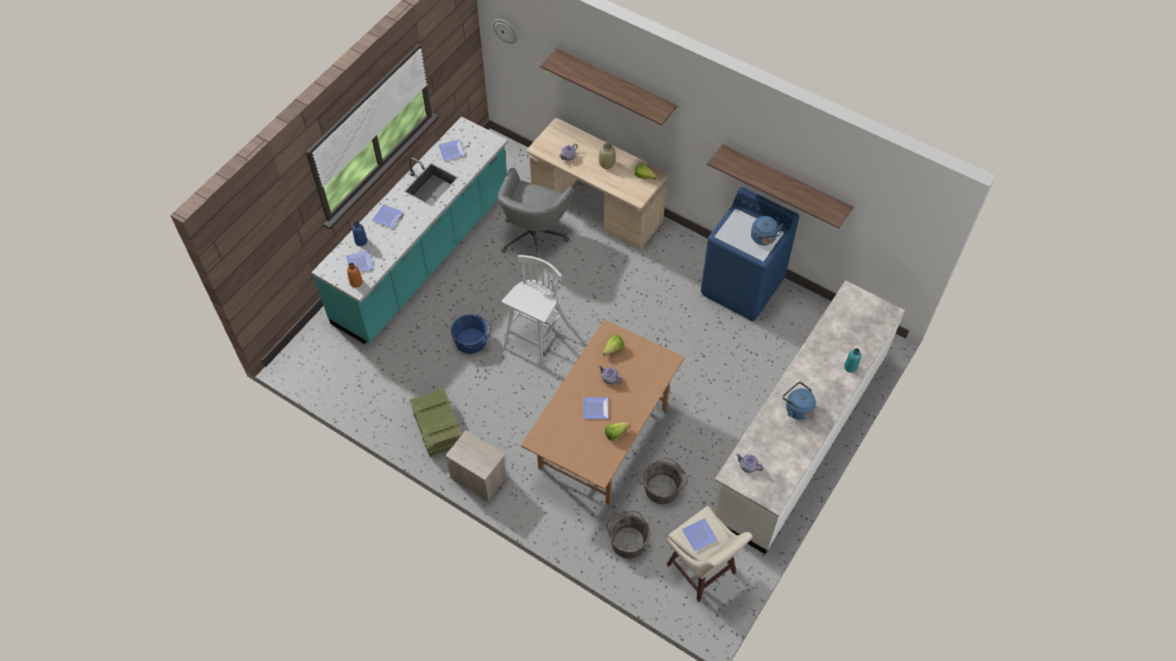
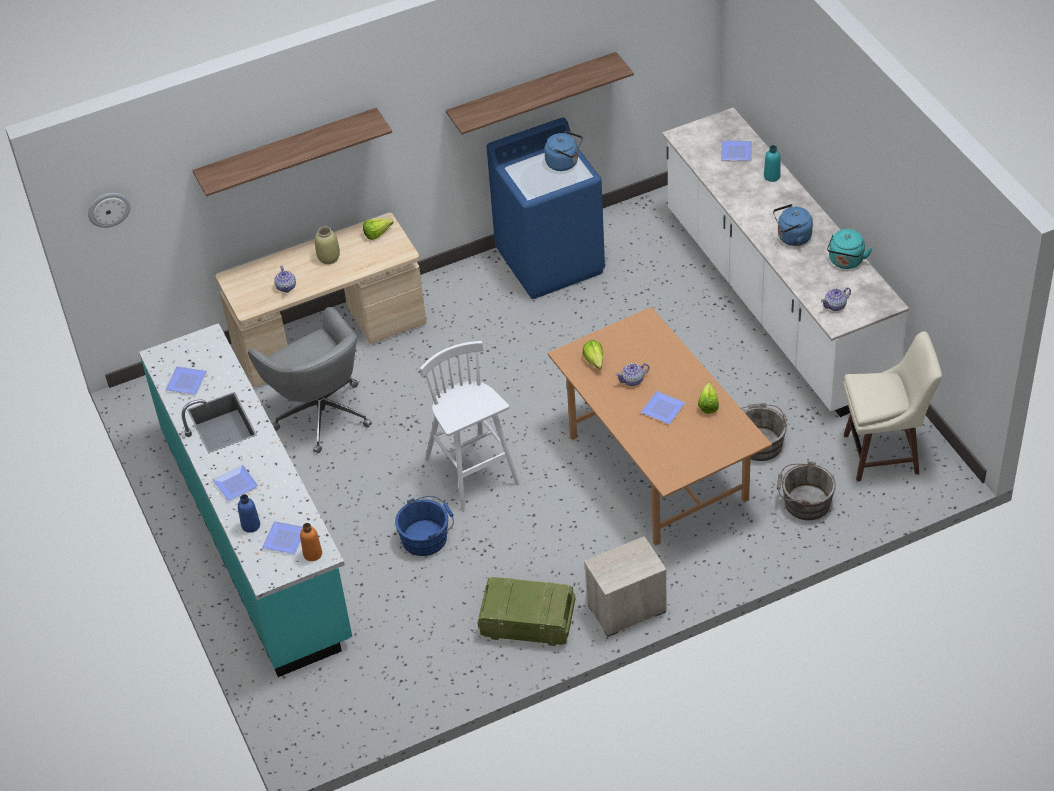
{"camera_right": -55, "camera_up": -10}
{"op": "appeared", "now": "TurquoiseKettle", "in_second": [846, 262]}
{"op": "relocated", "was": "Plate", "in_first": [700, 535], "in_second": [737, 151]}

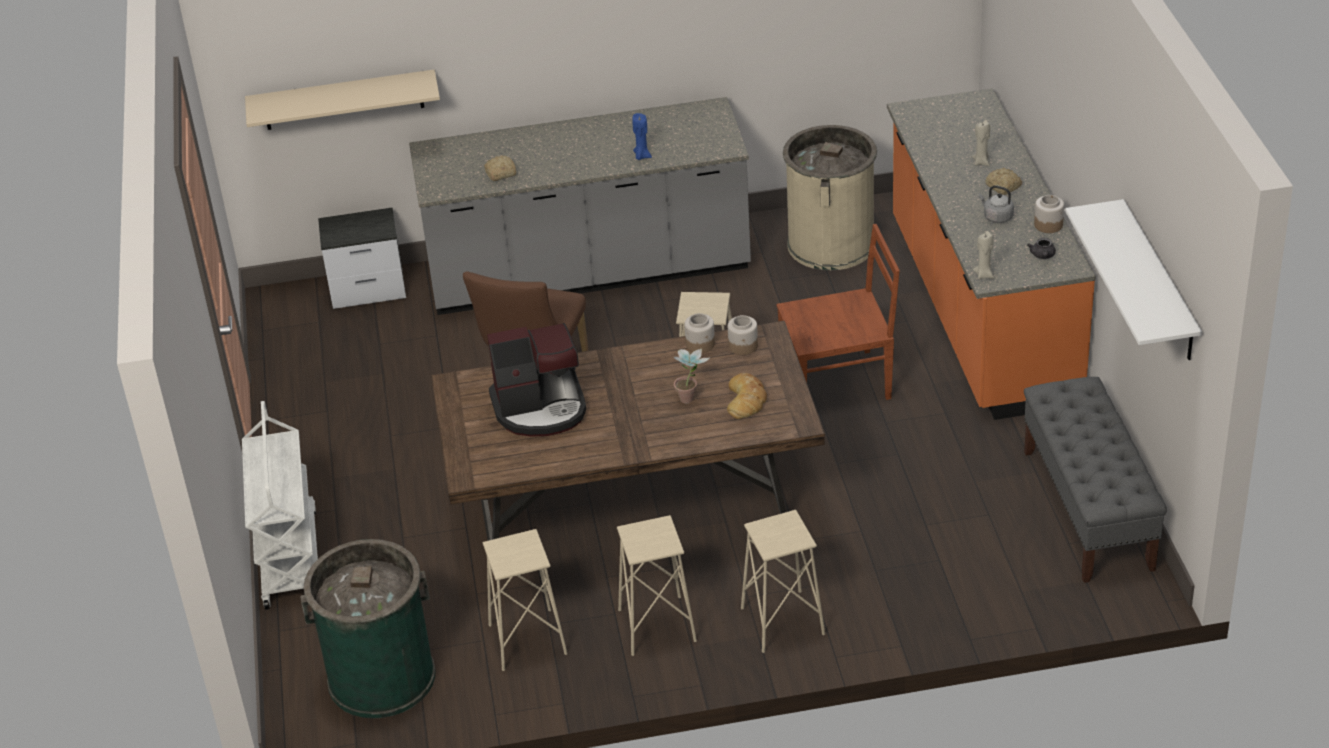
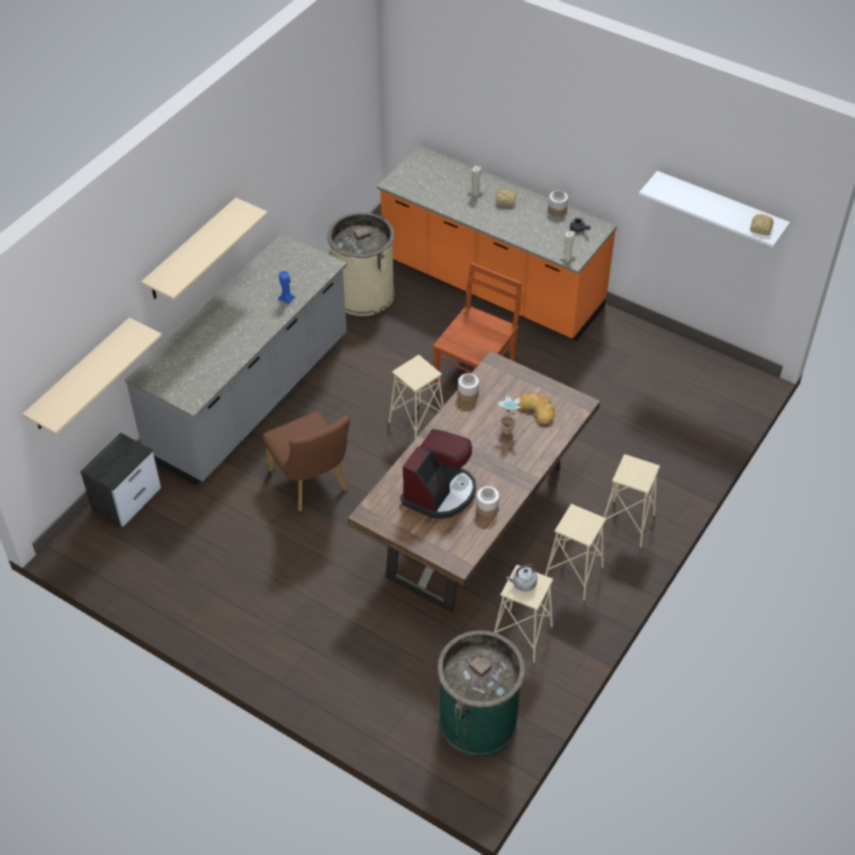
{"camera_right": -50, "camera_up": 10}
{"op": "missing", "was": "WhiteCart", "in_first": [289, 558]}
{"op": "missing", "was": "GreyBench", "in_first": [1088, 510]}
{"op": "appeared", "now": "BeigeShelf", "in_second": [191, 250]}
{"op": "relocated", "was": "Bread", "in_first": [499, 174], "in_second": [760, 229]}
{"op": "relocated", "was": "Jar", "in_first": [743, 346], "in_second": [487, 507]}
{"op": "relocated", "was": "GreyKettle", "in_first": [996, 217], "in_second": [523, 584]}

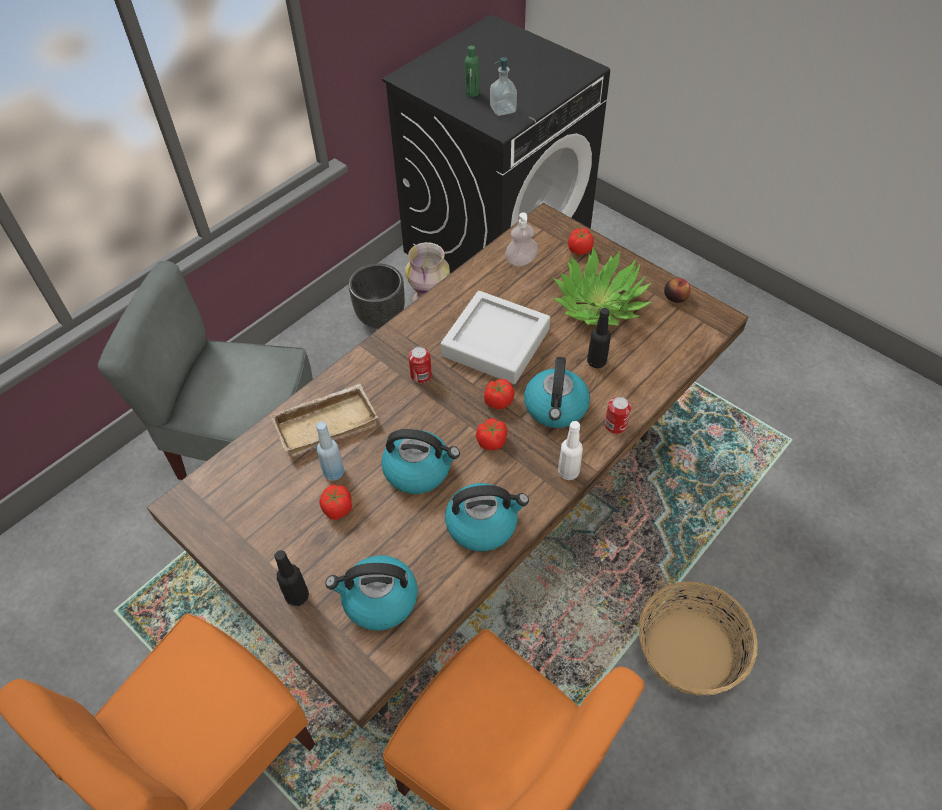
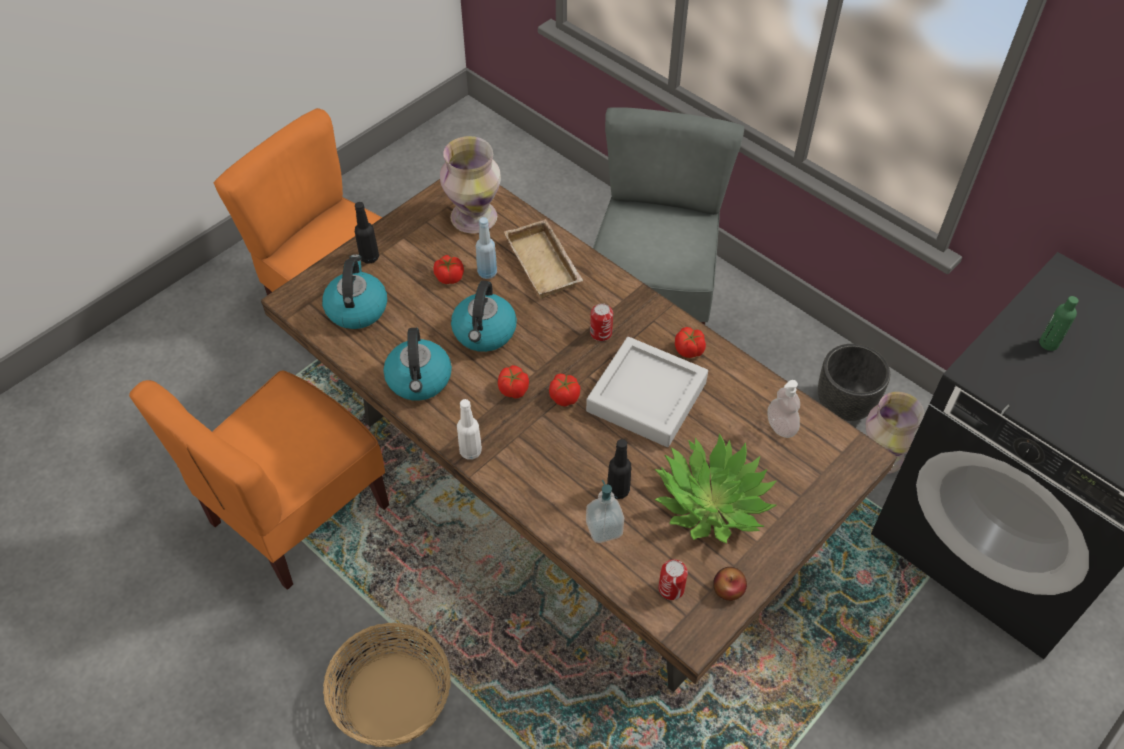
{"camera_right": 90, "camera_up": 0}
{"op": "missing", "was": "Kettle", "in_first": [556, 408]}
{"op": "appeared", "now": "Vase", "in_second": [475, 218]}
{"op": "relocated", "was": "SoapDispenser", "in_first": [503, 109], "in_second": [604, 528]}
{"op": "relocated", "was": "Tomato", "in_first": [580, 249], "in_second": [689, 350]}
{"op": "relocated", "was": "Can", "in_first": [615, 425], "in_second": [671, 588]}

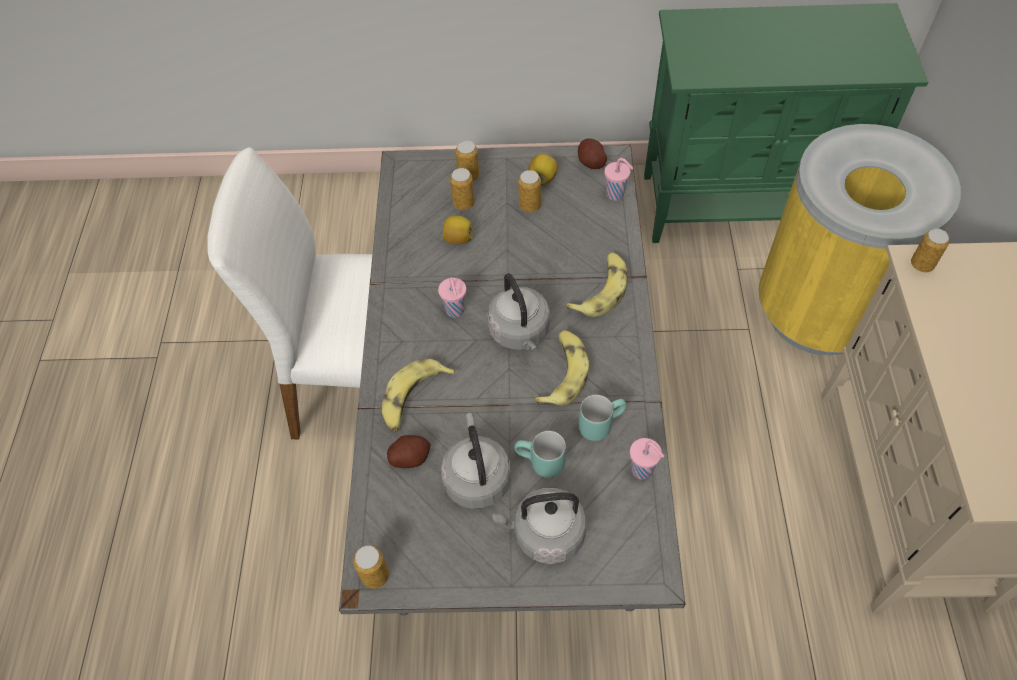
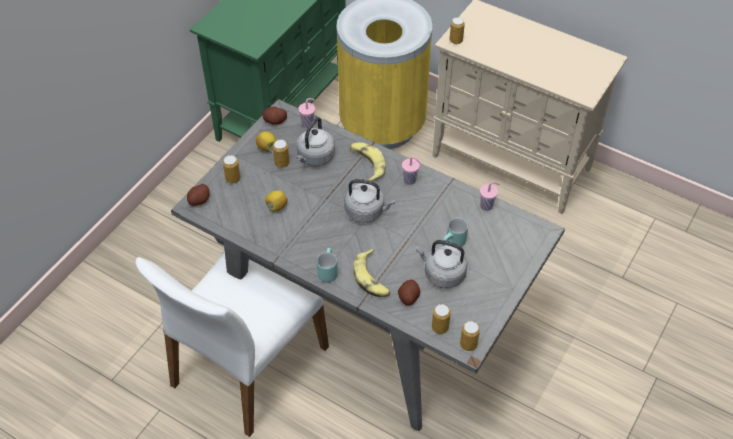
{"camera_right": -60, "camera_up": -5}
{"op": "missing", "was": "Banana", "in_first": [563, 372]}
{"op": "appeared", "now": "Potato", "in_second": [199, 200]}
{"op": "relocated", "was": "PinkCup", "in_first": [455, 311], "in_second": [410, 180]}
{"op": "relocated", "was": "Can", "in_first": [463, 203], "in_second": [440, 327]}
{"op": "relocated", "was": "GreyKettle", "in_first": [545, 534], "in_second": [315, 157]}
{"op": "relocated", "was": "TurquoiseMug", "in_first": [600, 423], "in_second": [326, 271]}

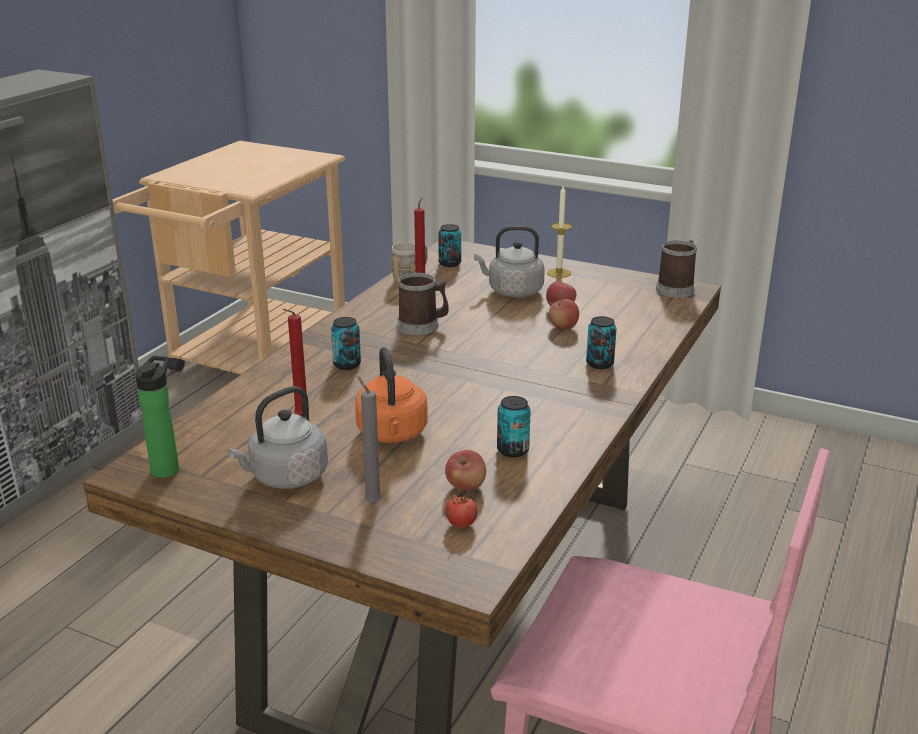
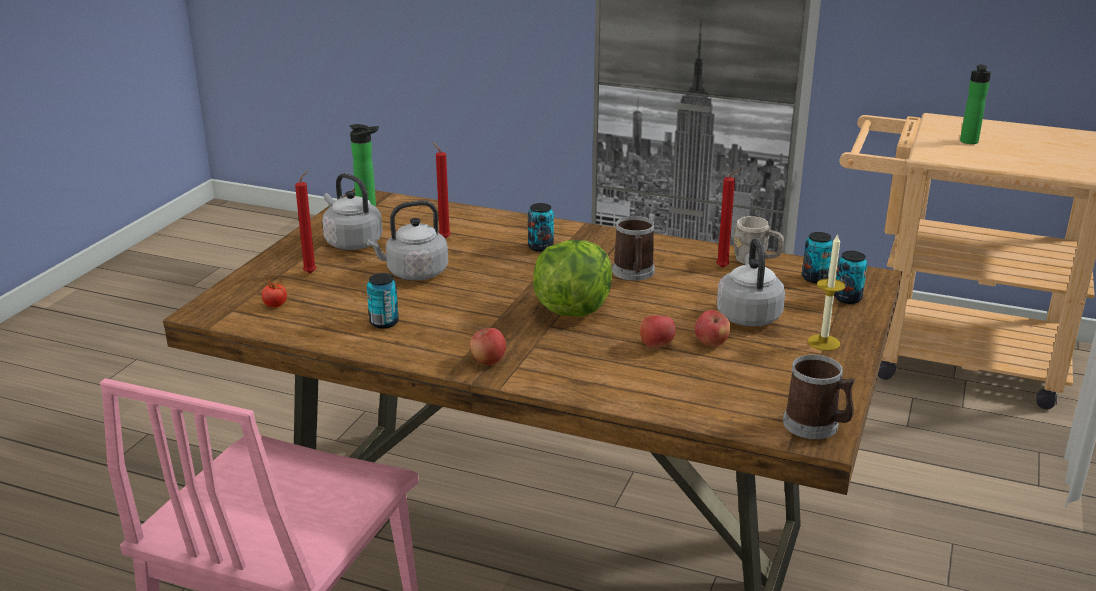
{"camera_right": 85, "camera_up": 0}
{"op": "appeared", "now": "Lettuce", "in_second": [572, 309]}
{"op": "appeared", "now": "Bottle", "in_second": [969, 142]}
{"op": "relocated", "was": "Apple", "in_first": [466, 487], "in_second": [488, 361]}
{"op": "relocated", "was": "Can", "in_first": [599, 364], "in_second": [847, 298]}
{"op": "colour", "was": "OrangeKettle", "now": "GreyKettle", "in_first": [392, 434], "in_second": [414, 273]}
{"op": "colour", "was": "GreyCandle", "now": "RedCandle", "in_first": [371, 502], "in_second": [312, 272]}

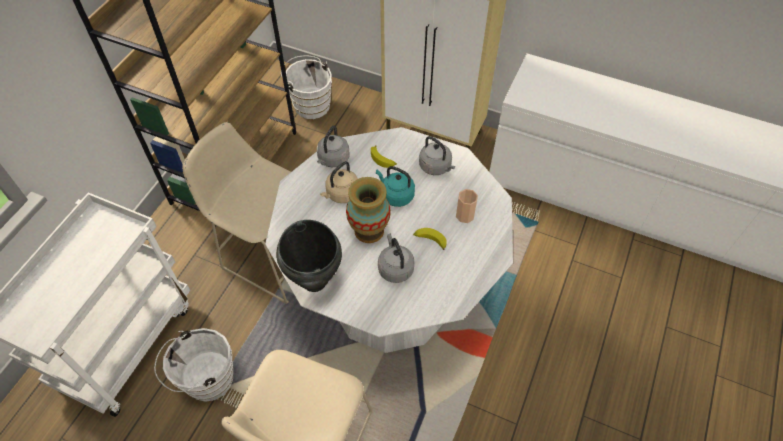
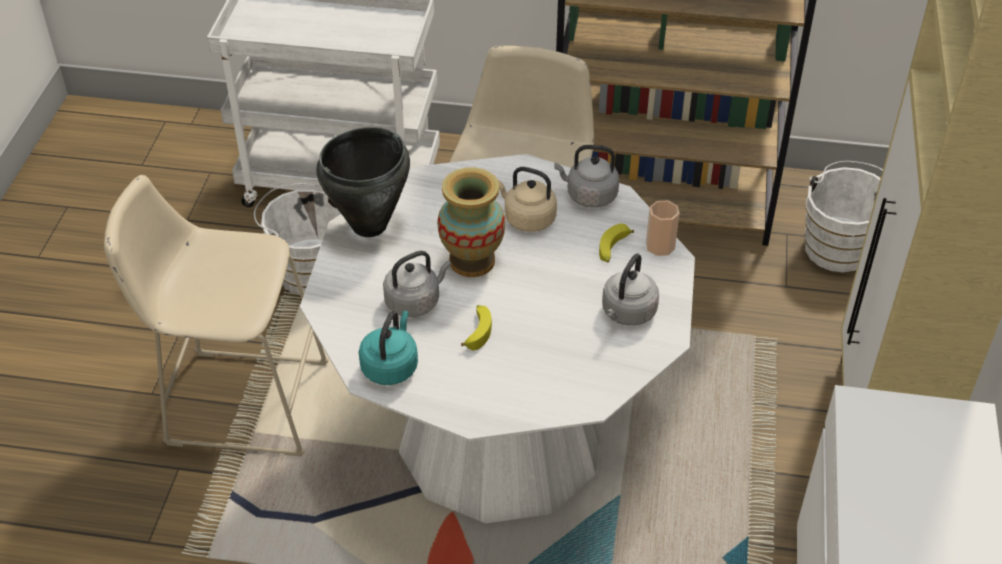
{"camera_right": 75, "camera_up": -10}
{"op": "relocated", "was": "TurquoiseKettle", "in_first": [395, 195], "in_second": [391, 366]}
{"op": "relocated", "was": "Cup", "in_first": [465, 215], "in_second": [660, 246]}

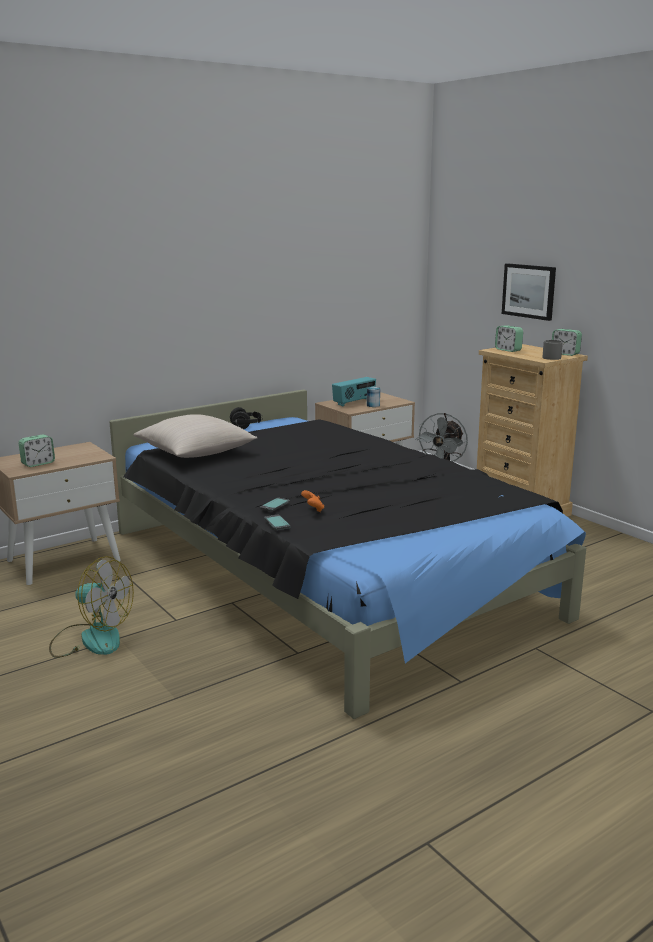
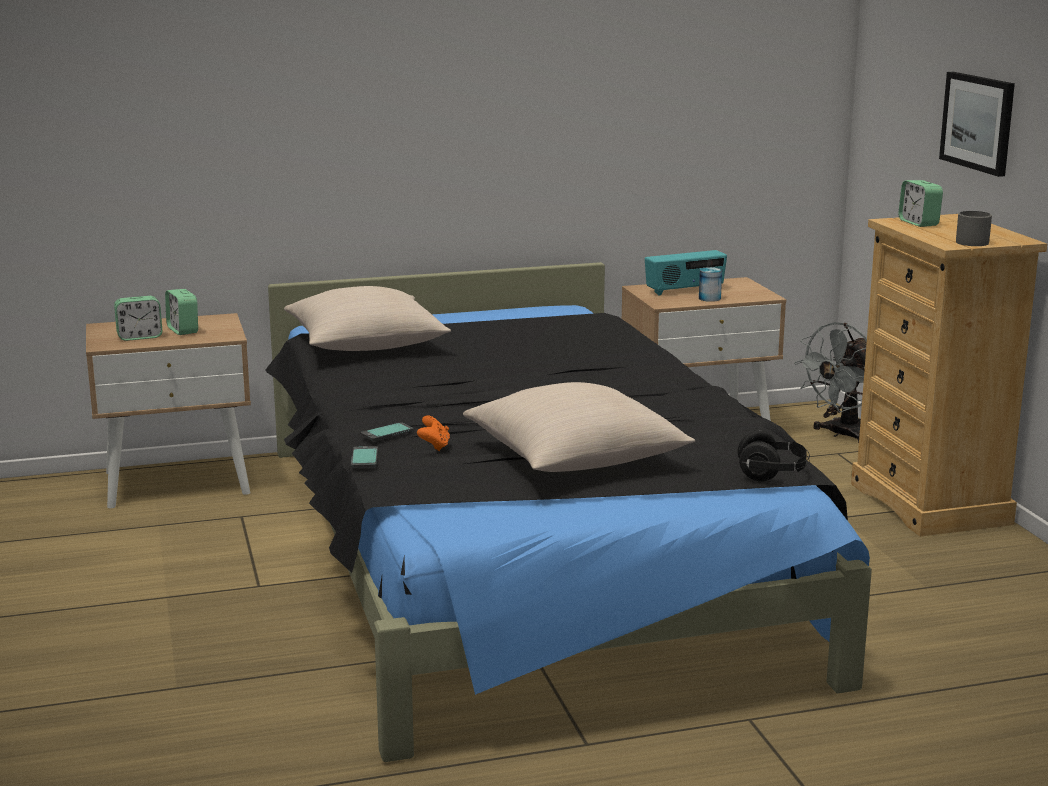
{"camera_right": 20, "camera_up": 0}
{"op": "missing", "was": "Fan", "in_first": [91, 639]}
{"op": "appeared", "now": "BeigePillow", "in_second": [575, 458]}
{"op": "relocated", "was": "BlackHeadphones", "in_first": [246, 426], "in_second": [772, 474]}
{"op": "relocated", "was": "AlarmClock", "in_first": [565, 354], "in_second": [183, 330]}

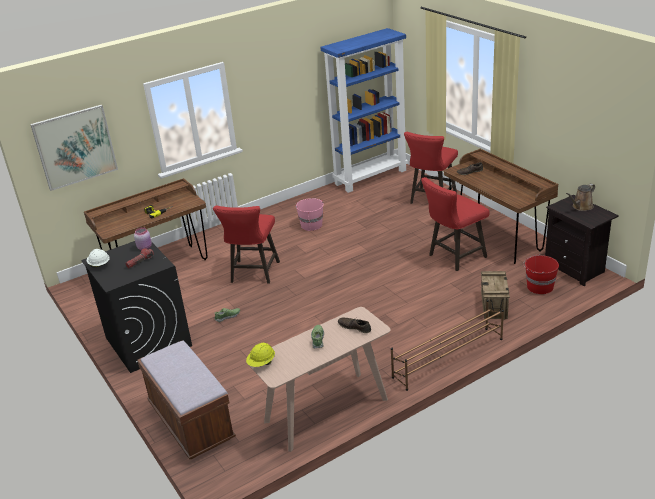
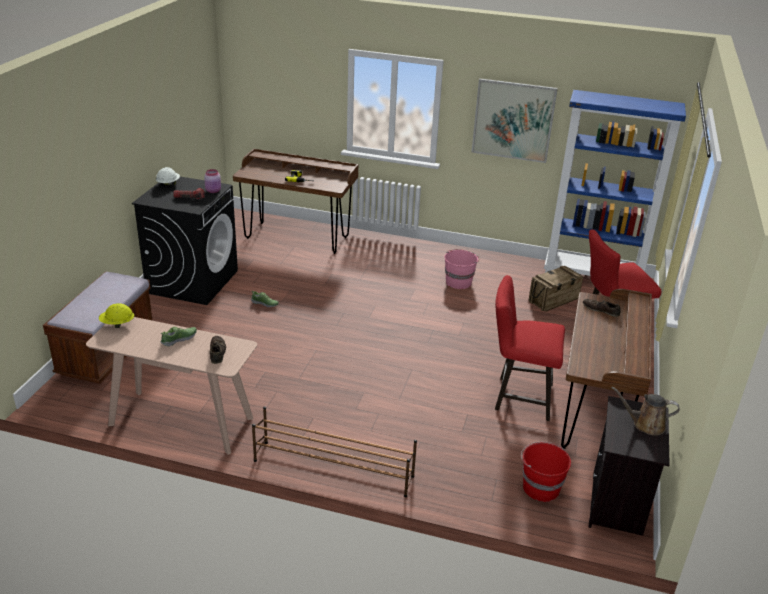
{"camera_right": 45, "camera_up": 0}
{"op": "missing", "was": "RedStool", "in_first": [253, 274]}
{"op": "relocated", "was": "Picture", "in_first": [75, 147], "in_second": [513, 120]}
{"op": "relocated", "was": "Crate", "in_first": [494, 305], "in_second": [553, 300]}

